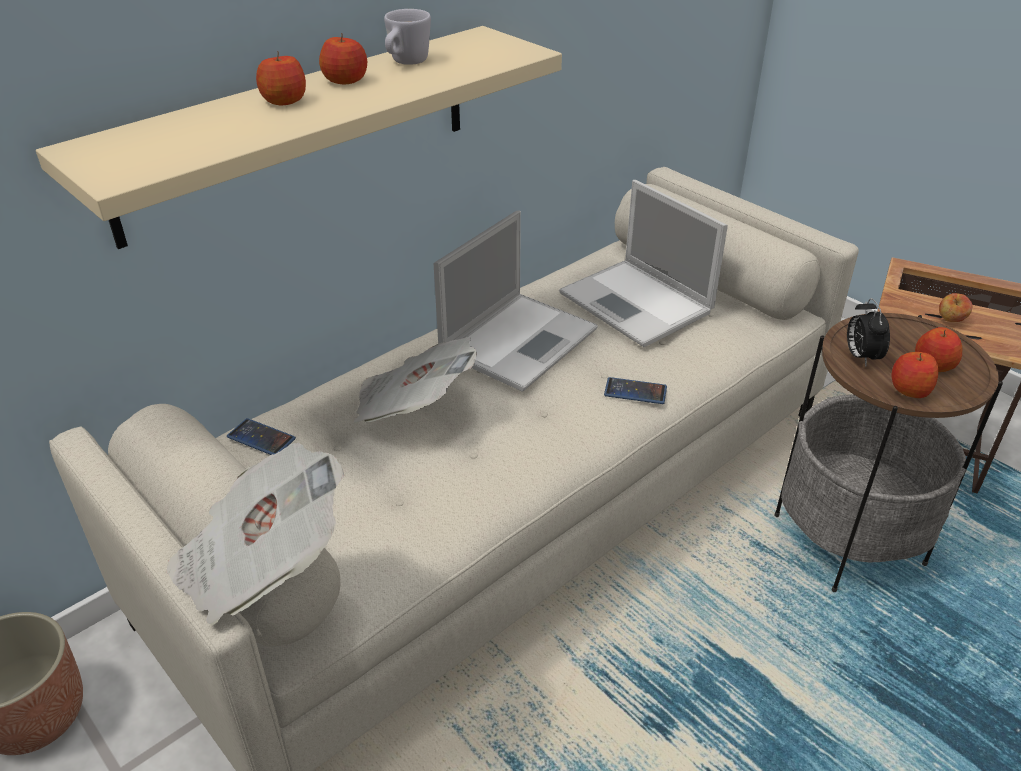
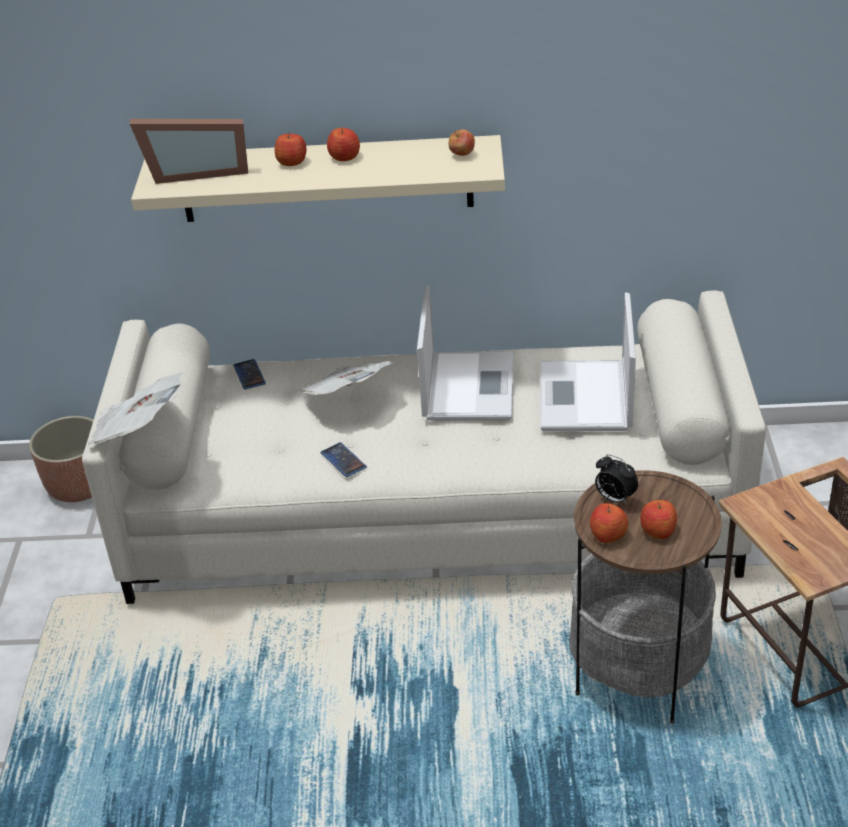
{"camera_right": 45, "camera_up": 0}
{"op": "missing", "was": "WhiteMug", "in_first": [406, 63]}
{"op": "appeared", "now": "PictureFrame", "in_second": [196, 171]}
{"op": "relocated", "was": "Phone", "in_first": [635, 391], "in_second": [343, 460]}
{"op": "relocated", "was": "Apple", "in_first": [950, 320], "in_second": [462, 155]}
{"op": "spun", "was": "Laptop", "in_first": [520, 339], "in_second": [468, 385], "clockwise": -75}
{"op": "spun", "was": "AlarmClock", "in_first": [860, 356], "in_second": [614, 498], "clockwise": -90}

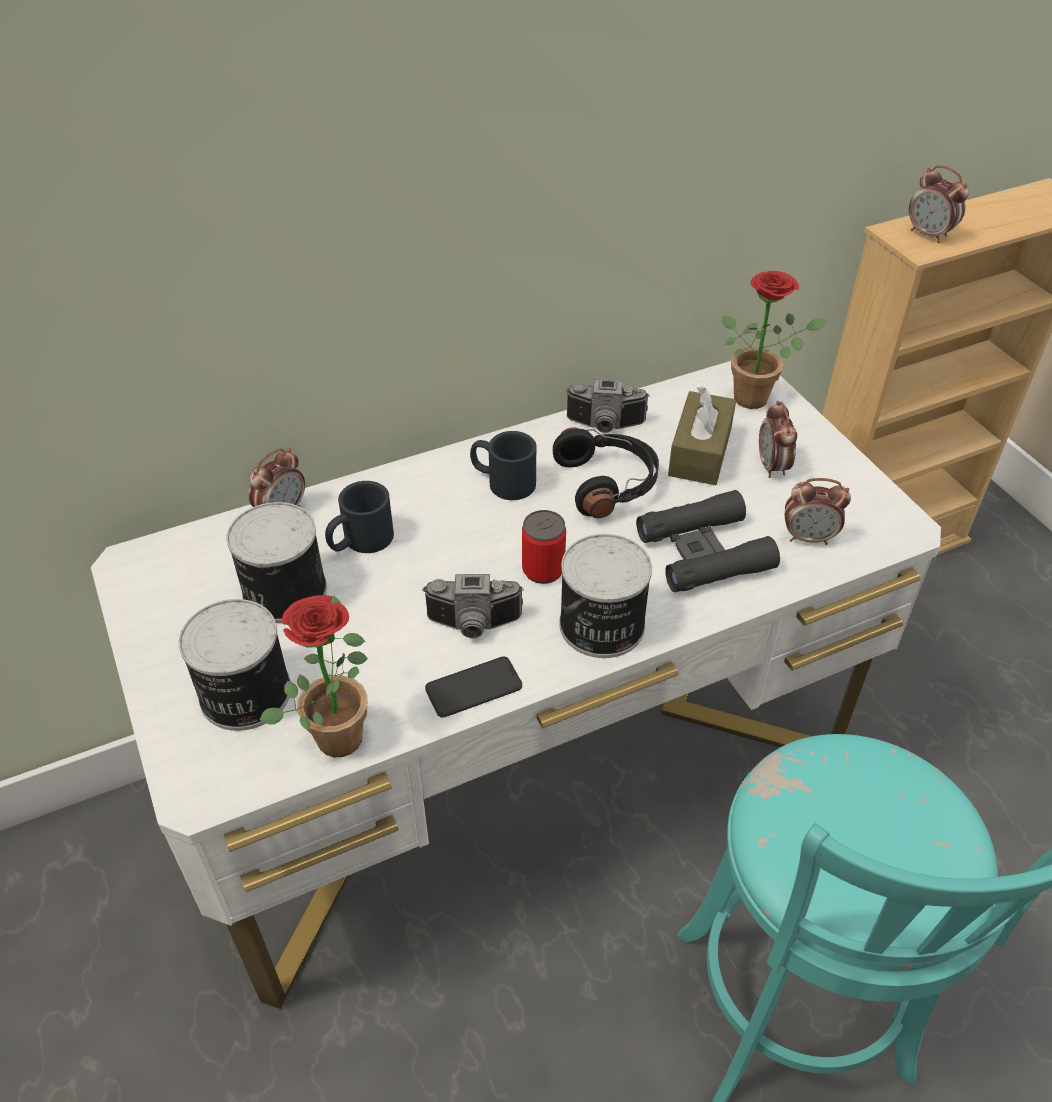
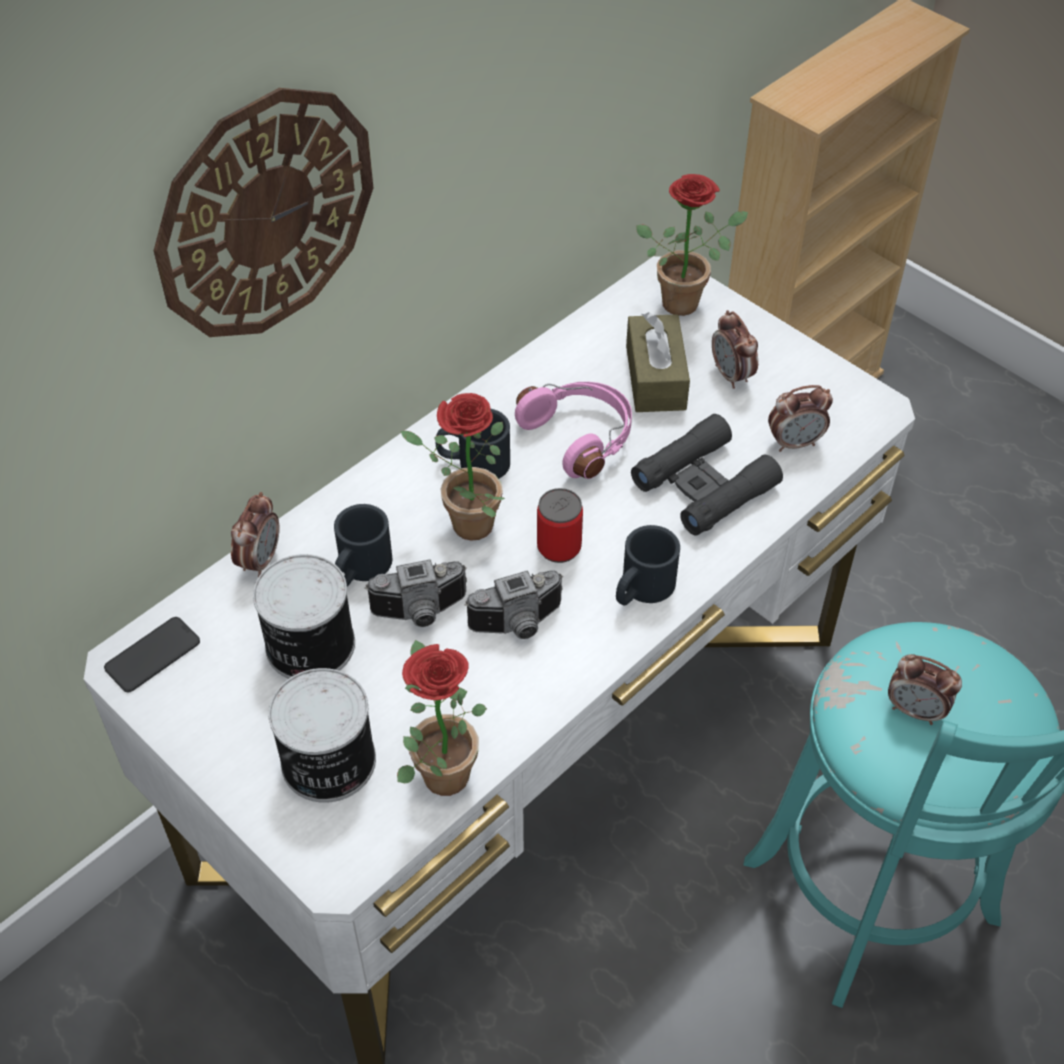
{"camera_right": -20, "camera_up": 5}
{"op": "appeared", "now": "WallClock", "in_second": [265, 214]}
{"op": "appeared", "now": "PottedPlant", "in_second": [463, 525]}
{"op": "relocated", "was": "Phone", "in_first": [473, 687], "in_second": [152, 655]}
{"op": "relocated", "was": "PhotoCamera", "in_first": [605, 426], "in_second": [421, 613]}
{"op": "relocated", "was": "AlarmClock", "in_first": [929, 235], "in_second": [915, 710]}
{"op": "exchanged", "was": "Can", "now": "BlackMug", "in_first": [601, 626], "in_second": [641, 589]}
{"op": "colour", "was": "BlackHeadphones", "now": "PinkHeadphones", "in_first": [608, 483], "in_second": [580, 436]}

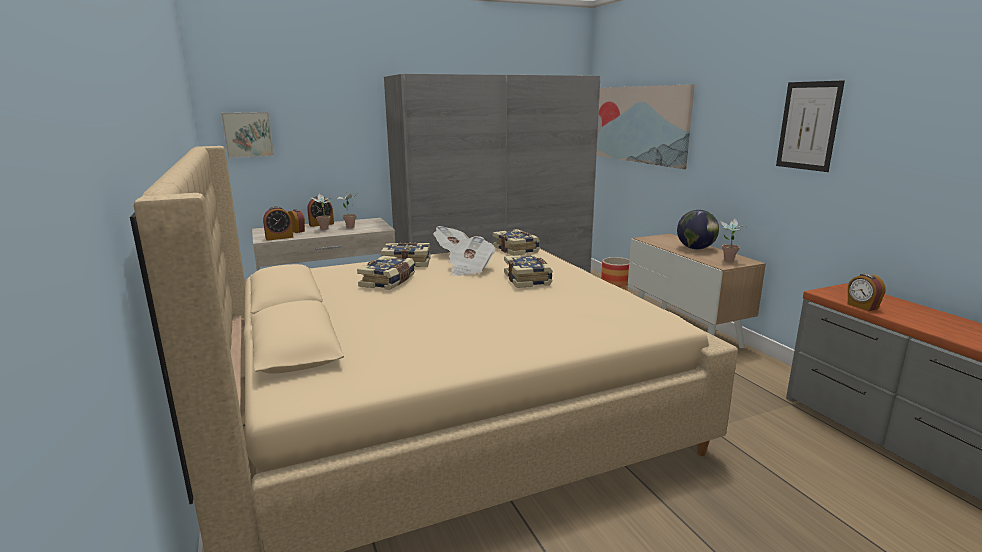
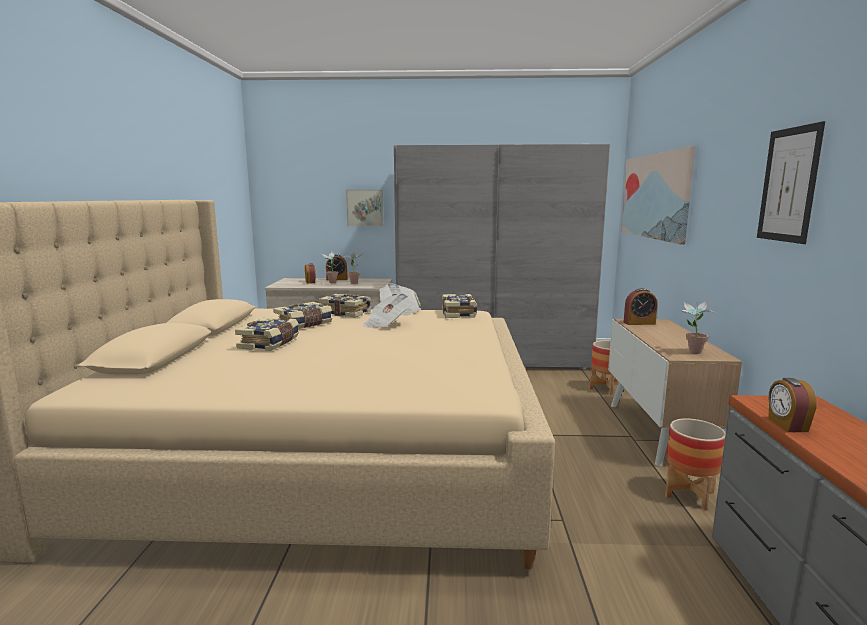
{"camera_right": 25, "camera_up": -5}
{"op": "missing", "was": "Globe", "in_first": [695, 248]}
{"op": "appeared", "now": "Planter", "in_second": [689, 494]}
{"op": "relocated", "was": "Picture", "in_first": [248, 134], "in_second": [365, 208]}
{"op": "relocated", "was": "AlarmClock", "in_first": [279, 237], "in_second": [639, 323]}
{"op": "relocated", "was": "Book", "in_first": [528, 279], "in_second": [270, 343]}

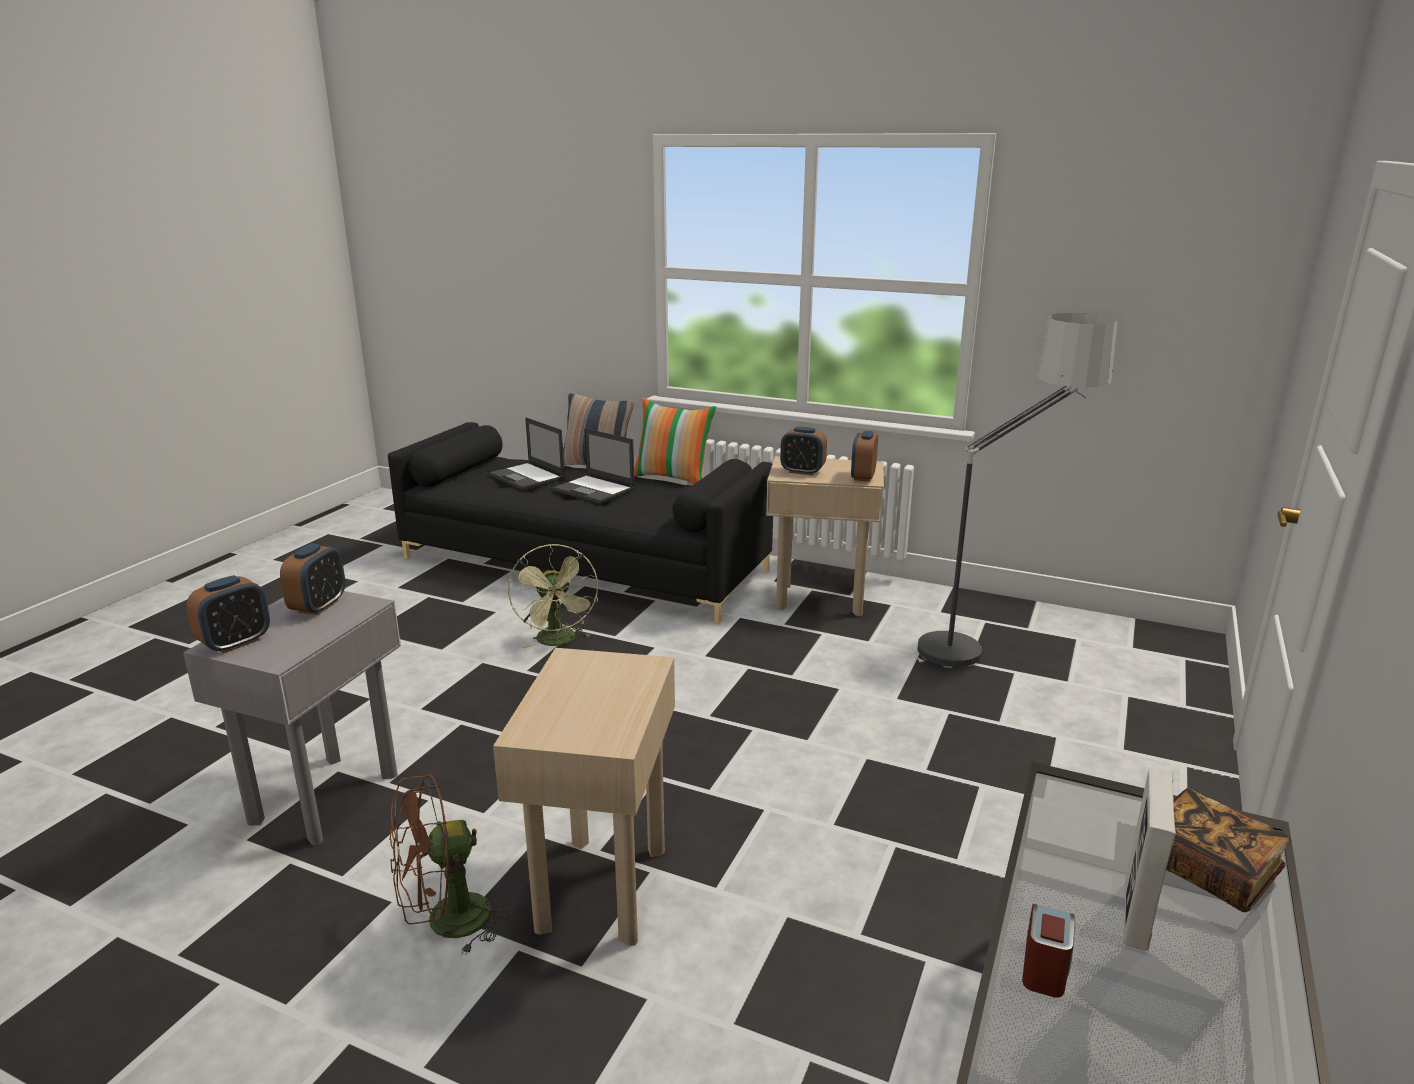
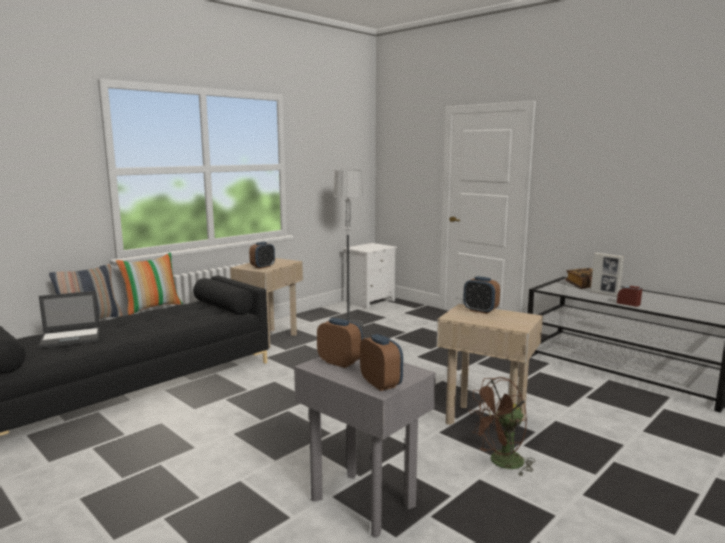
{"camera_right": -70, "camera_up": -10}
{"op": "missing", "was": "GreenFan", "in_first": [558, 642]}
{"op": "missing", "was": "Laptop", "in_first": [595, 490]}
{"op": "appeared", "now": "WhiteNightstand", "in_second": [369, 301]}
{"op": "relocated", "was": "AlarmClock", "in_first": [863, 477], "in_second": [480, 311]}
{"op": "spun", "was": "BrownFan", "in_first": [446, 923], "in_second": [501, 463], "clockwise": 75}

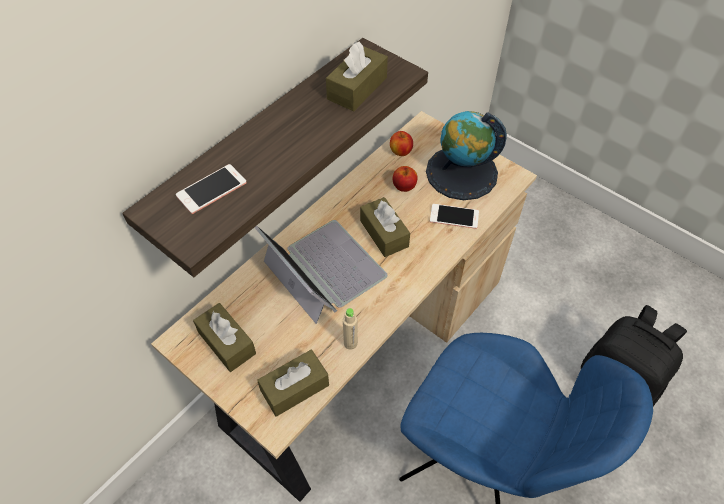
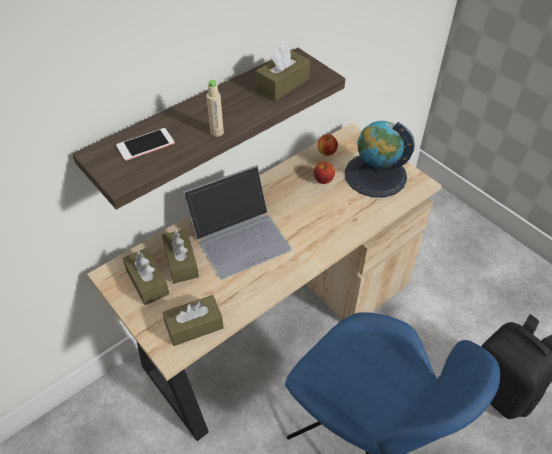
{"camera_right": 10, "camera_up": -5}
{"op": "missing", "was": "Phone", "in_first": [454, 216]}
{"op": "relocated", "was": "BeigeBottle", "in_first": [350, 343], "in_second": [217, 132]}
{"op": "relocated", "was": "BrownTissueBox", "in_first": [384, 233], "in_second": [181, 262]}
{"op": "spun", "was": "Laptop", "in_first": [323, 269], "in_second": [240, 236], "clockwise": 90}

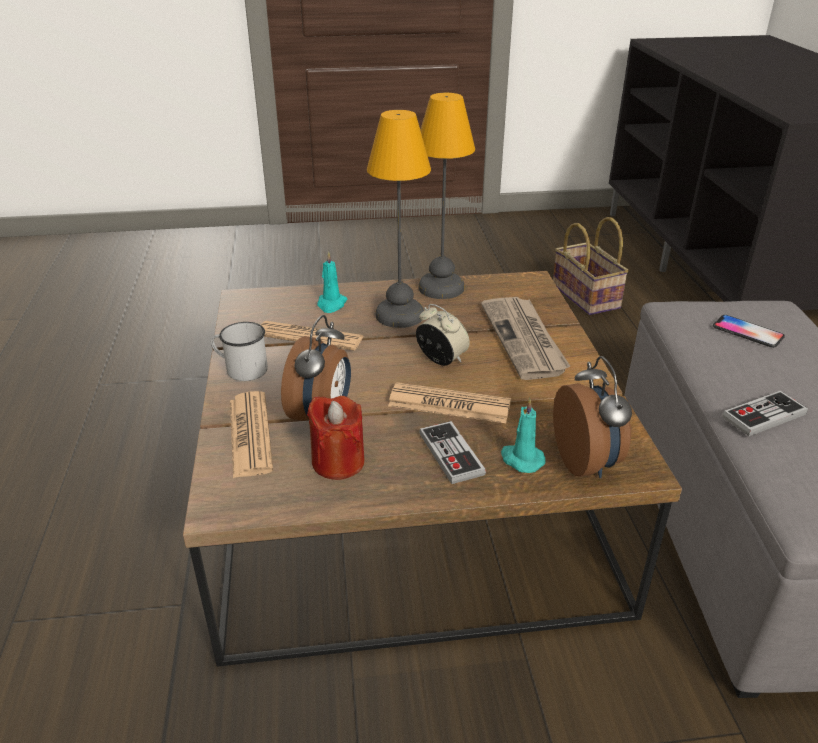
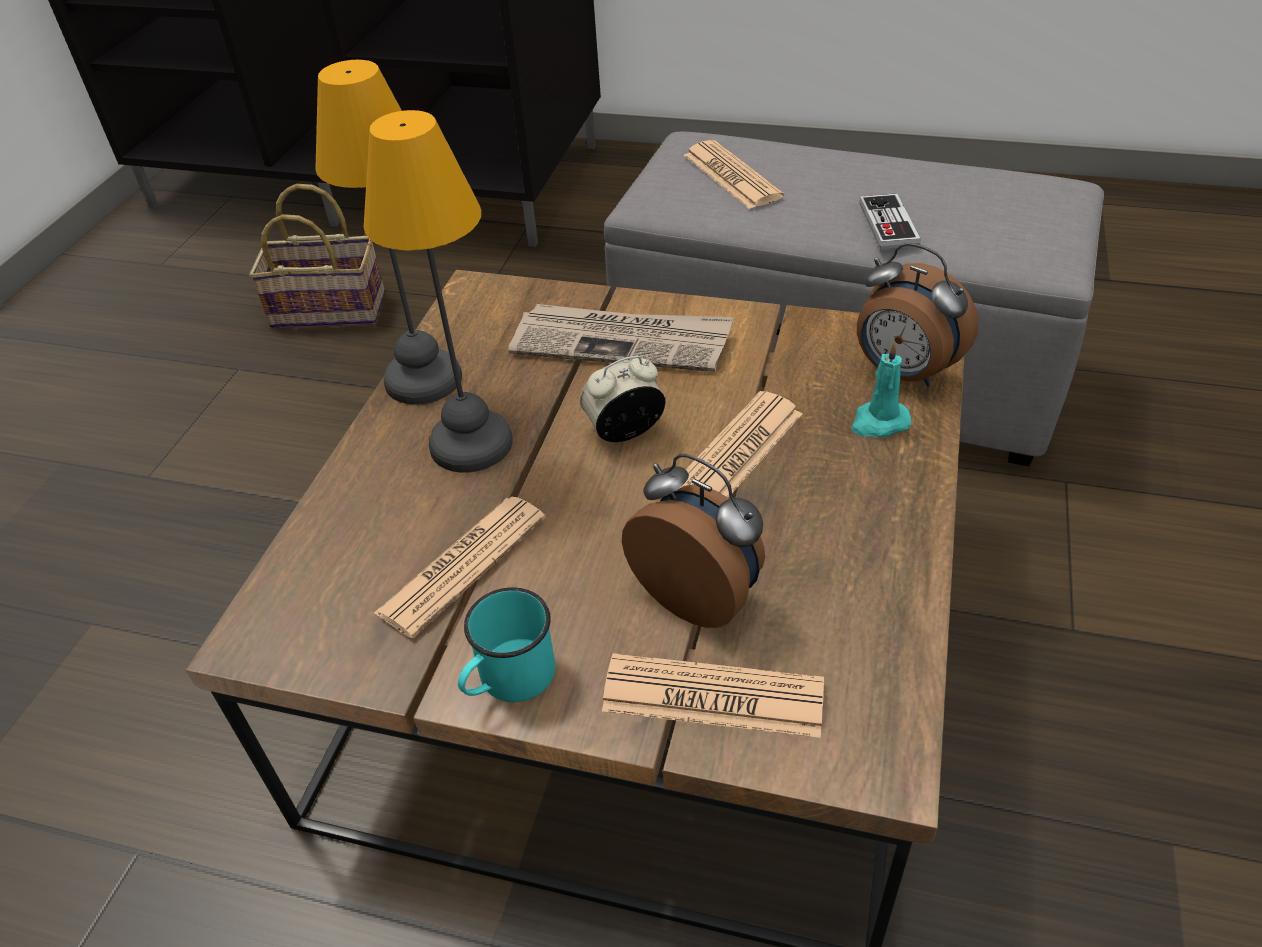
{"camera_right": -65, "camera_up": 10}
{"op": "missing", "was": "RedCandle", "in_first": [338, 462]}
{"op": "missing", "was": "TurquoiseCandle", "in_first": [331, 304]}
{"op": "missing", "was": "GameController", "in_first": [451, 454]}
{"op": "exchanged", "was": "Phone", "now": "Newspaper", "in_first": [747, 332], "in_second": [731, 176]}
{"op": "colour", "was": "WhiteMug", "now": "TurquoiseMug", "in_first": [241, 369], "in_second": [508, 680]}
{"op": "spun", "was": "AlarmClock", "in_first": [587, 462], "in_second": [903, 373], "clockwise": -150}

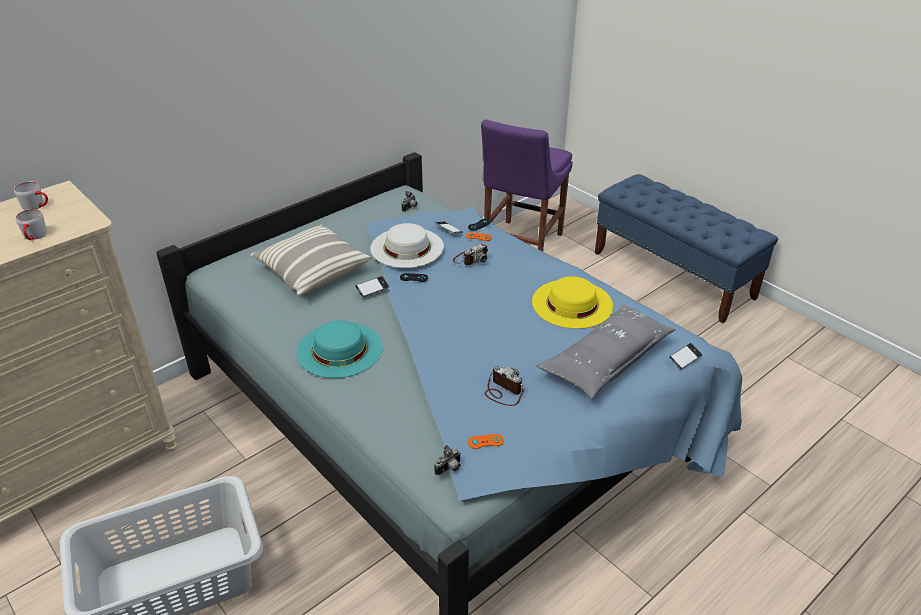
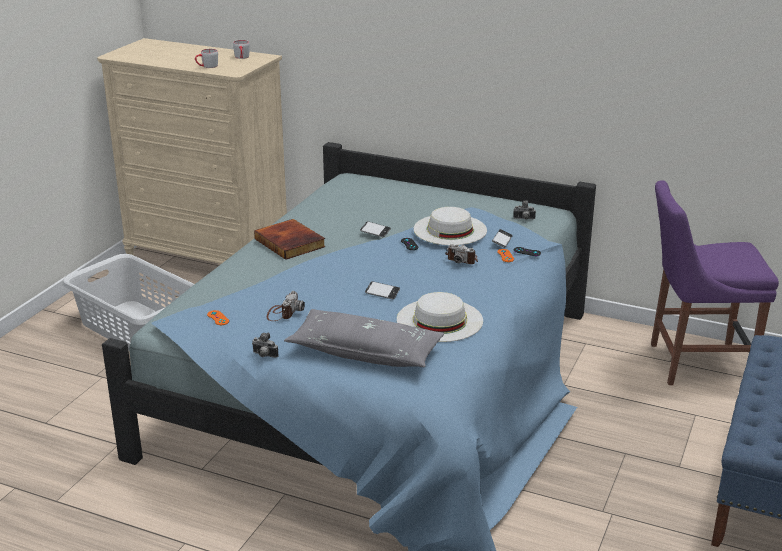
{"camera_right": 65, "camera_up": -10}
{"op": "missing", "was": "Pillow", "in_first": [312, 271]}
{"op": "relocated", "was": "PhotoCamera", "in_first": [449, 469], "in_second": [264, 355]}
{"op": "relocated", "was": "Phone", "in_first": [685, 358], "in_second": [382, 293]}
{"op": "exchanged", "was": "TurquoiseHat", "now": "Book", "in_first": [339, 349], "in_second": [291, 242]}
{"op": "colour", "was": "YellowHat", "now": "WhiteHat", "in_first": [572, 303], "in_second": [440, 320]}

